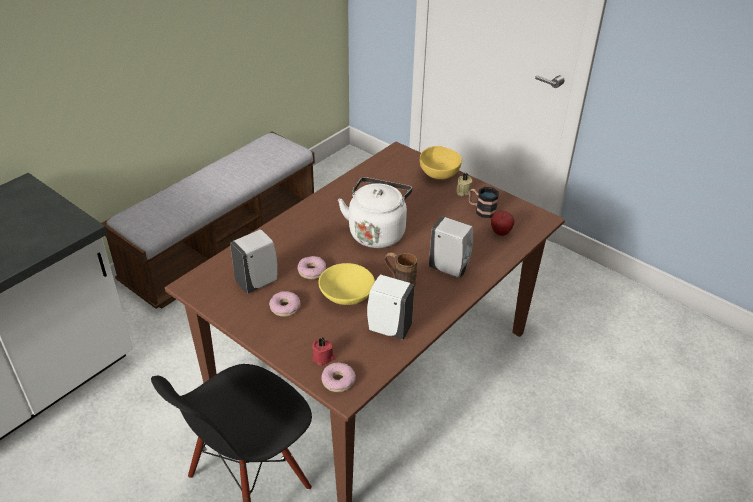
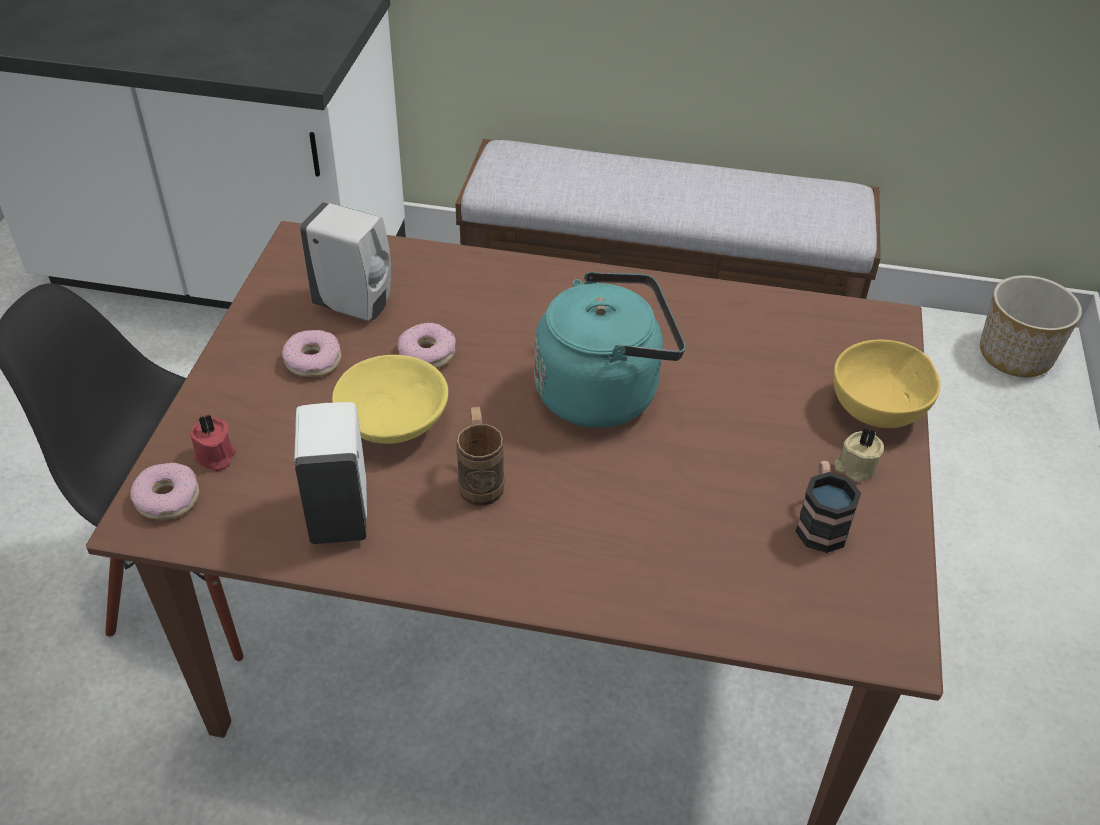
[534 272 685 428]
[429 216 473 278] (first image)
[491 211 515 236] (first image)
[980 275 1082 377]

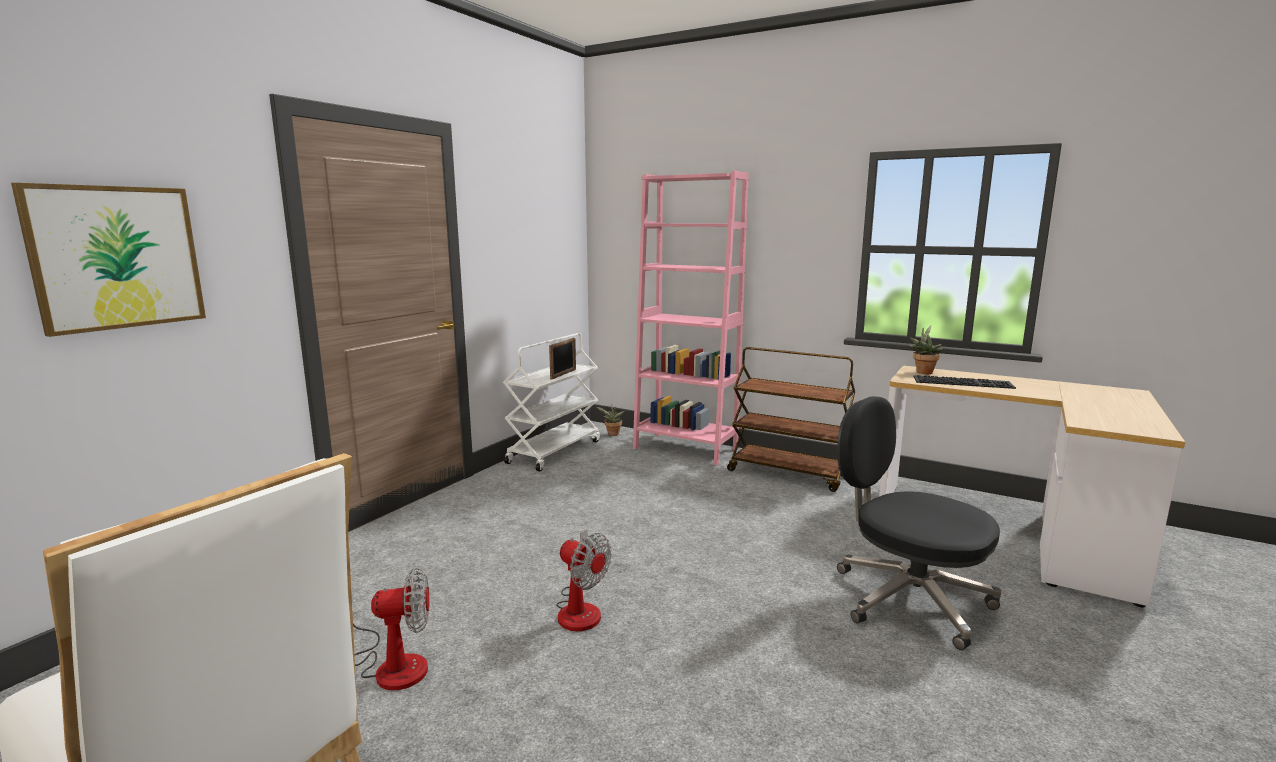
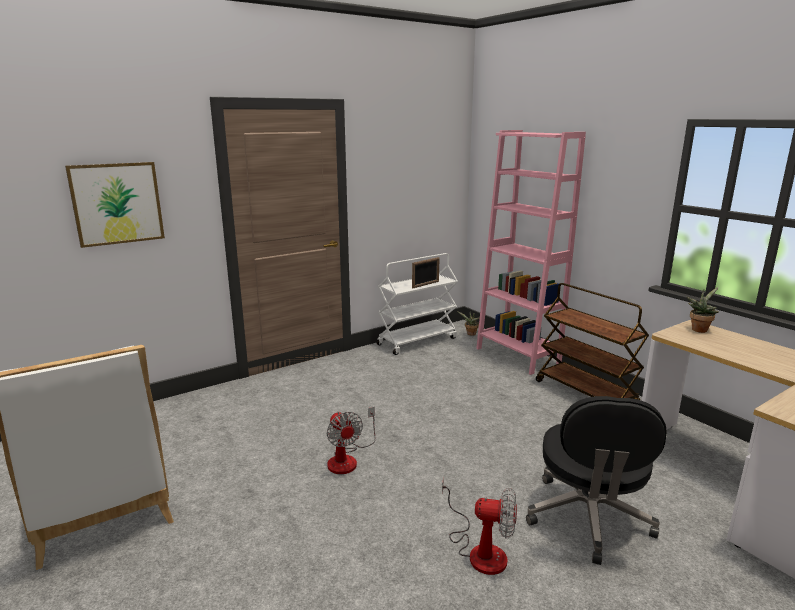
[442 478 517 575]
[526 396 667 565]
[913 375 1016 389] (first image)

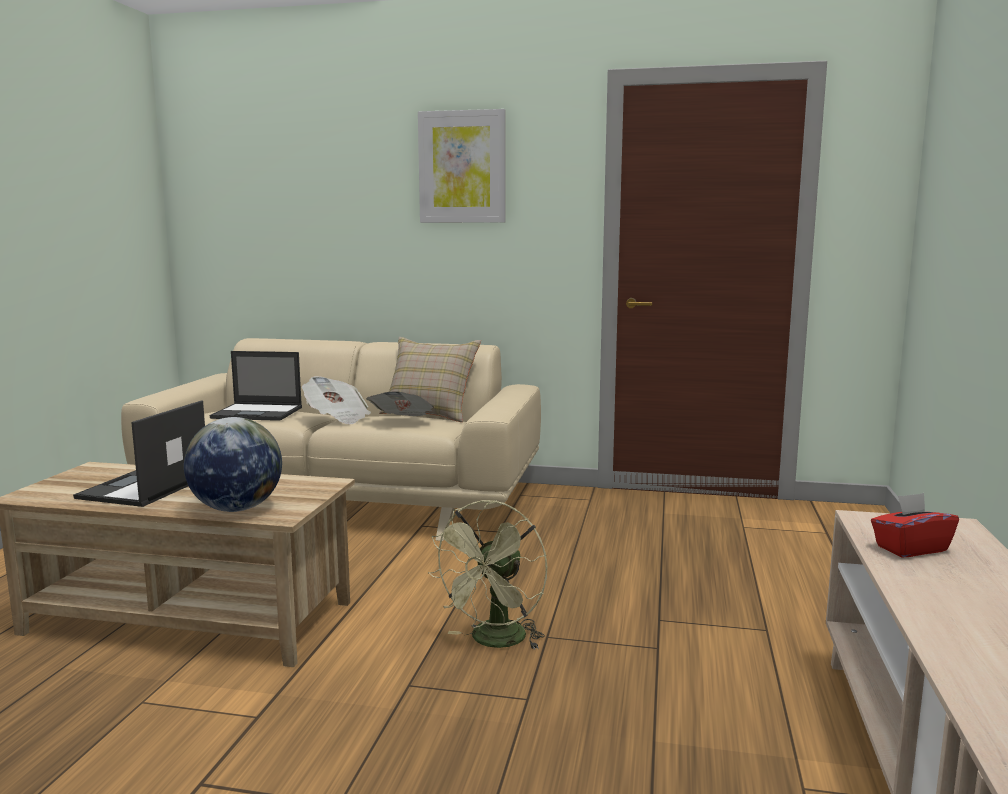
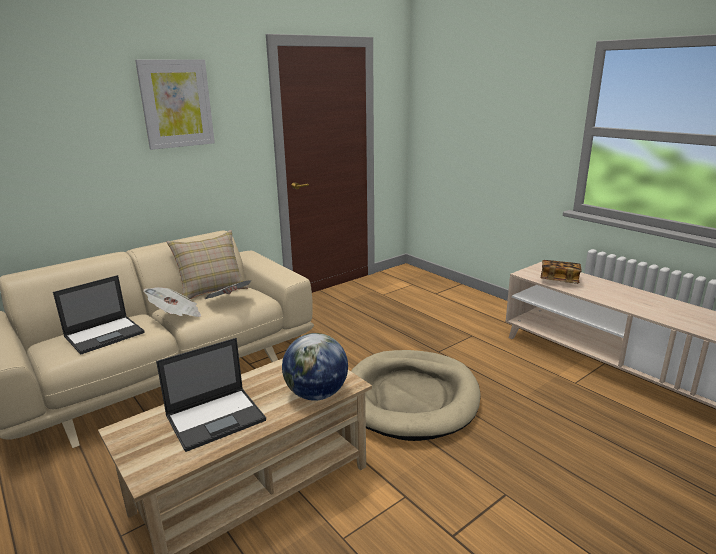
[156 338 266 452]
[351 350 481 441]
[541 260 582 284]

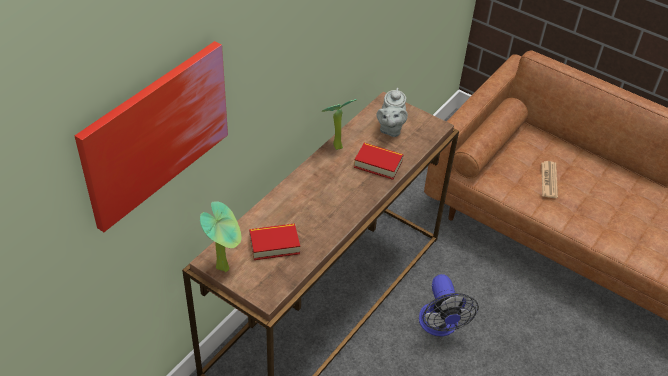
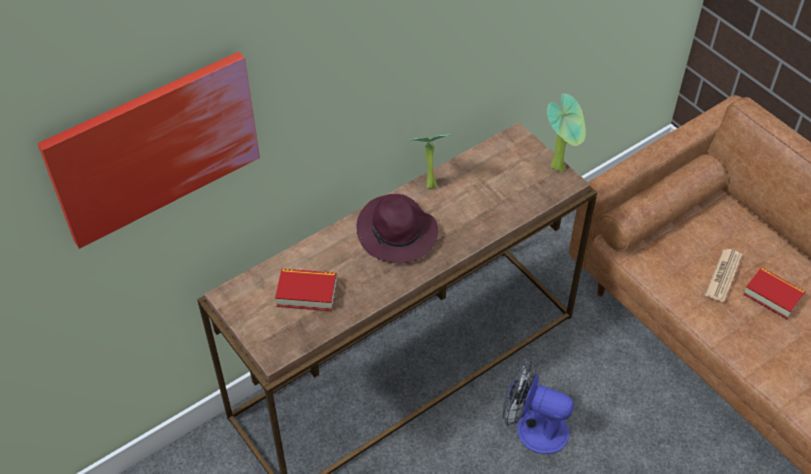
[547 93 586 173]
[743 267 805 319]
[377 88 408 137] (first image)
[503 358 574 454]
[356 194 438 263]

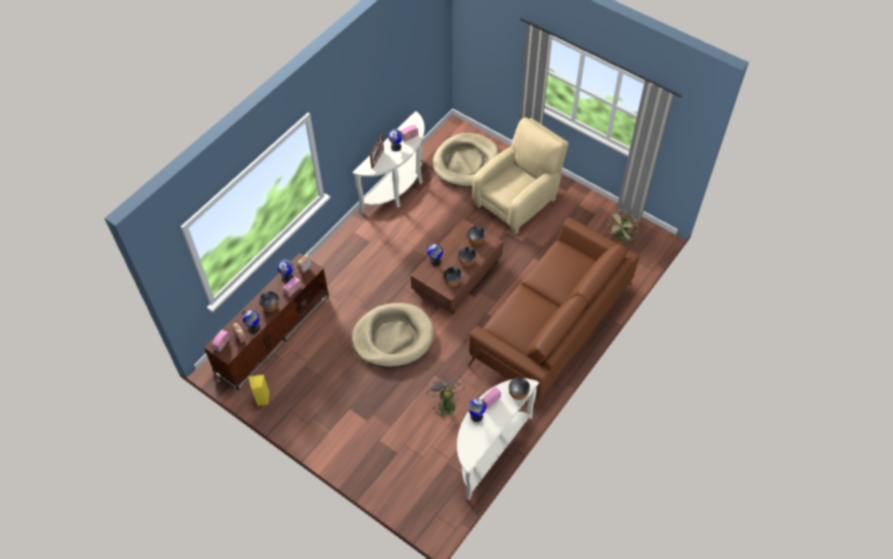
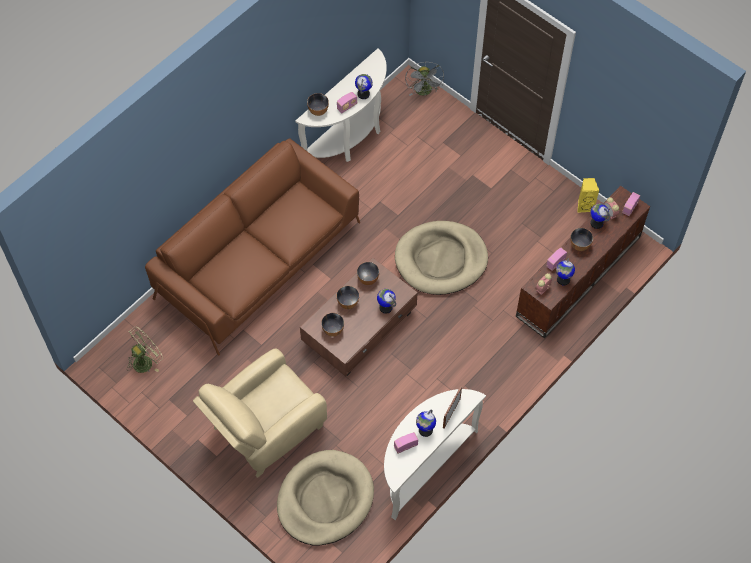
[405 62 444 96]

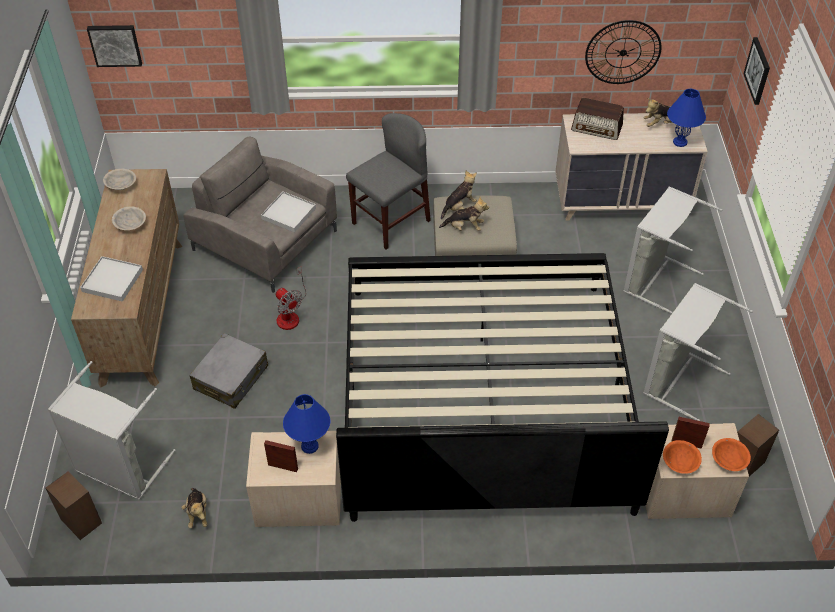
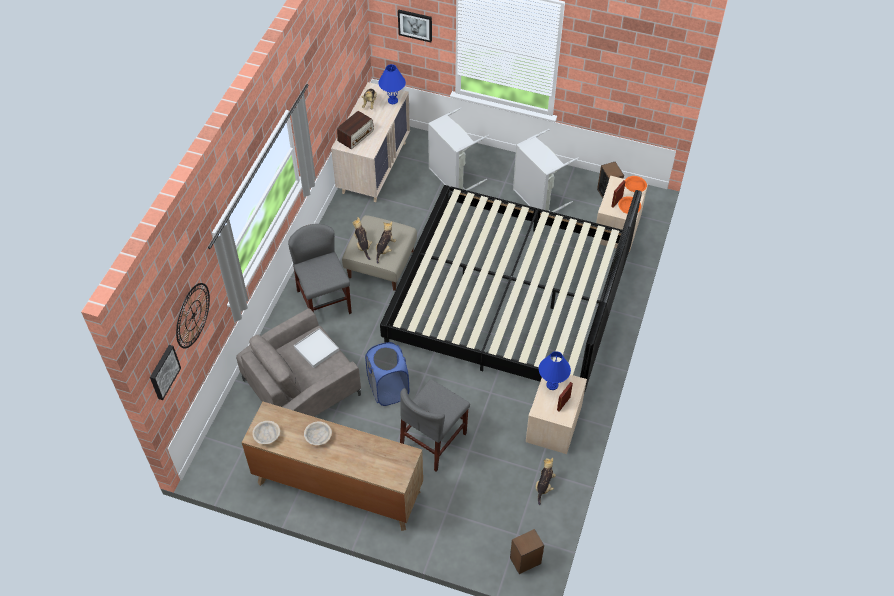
[48 361 176 500] (first image)
[80 256 143 302] (first image)
[535 458 556 505]
[400 379 470 472]
[365 342 409 406]
[176 283 210 349]

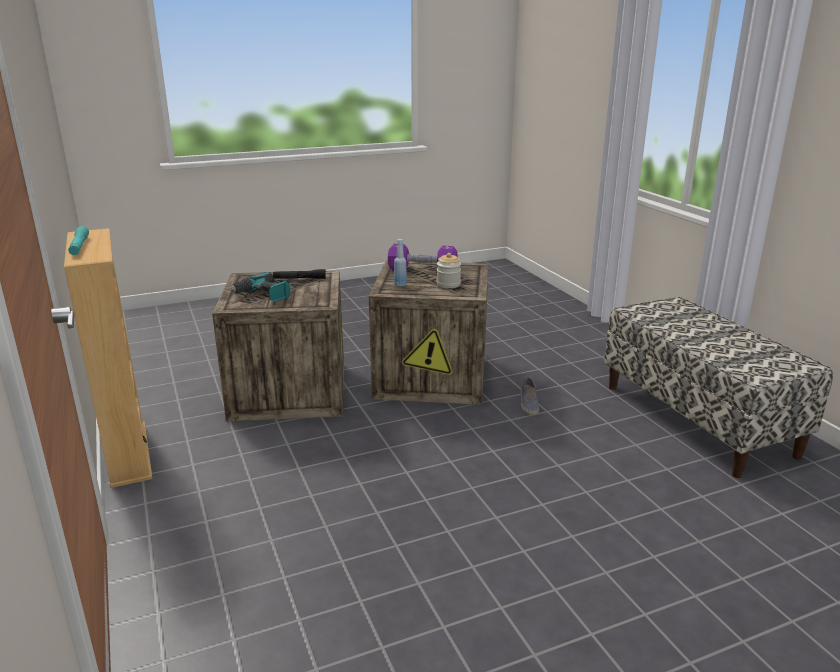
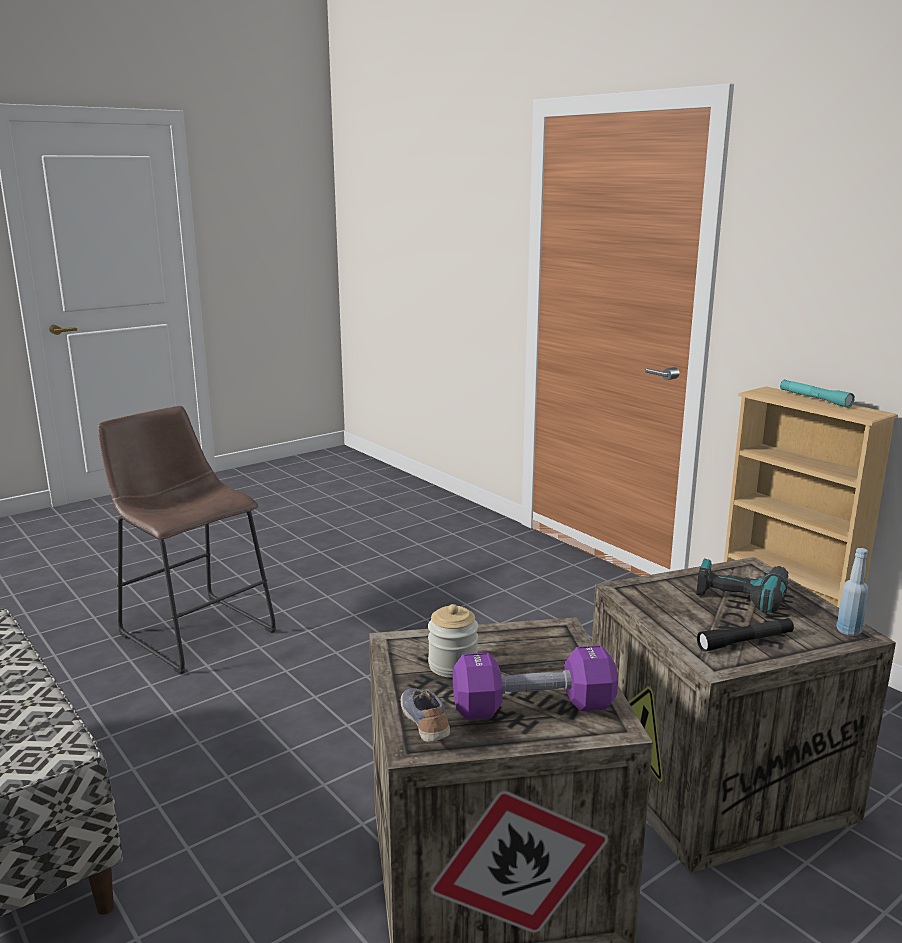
[837 548 868 636]
[401 688 450 742]
[98 406 276 675]

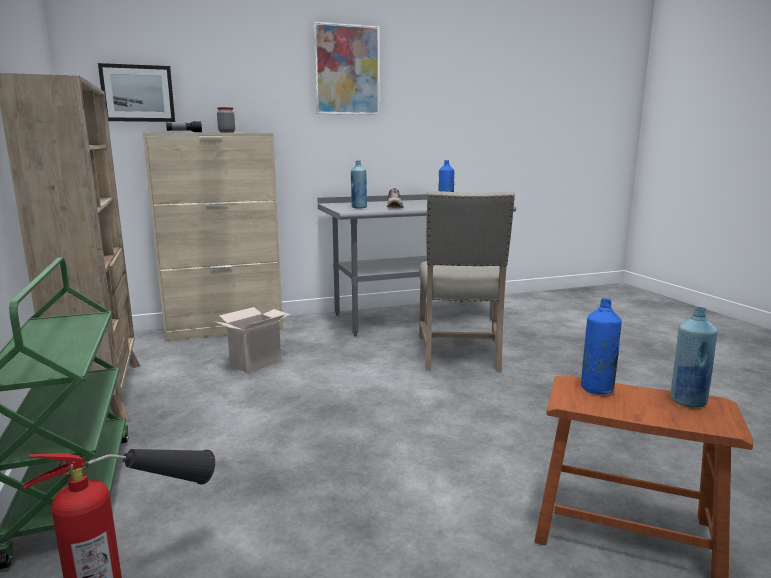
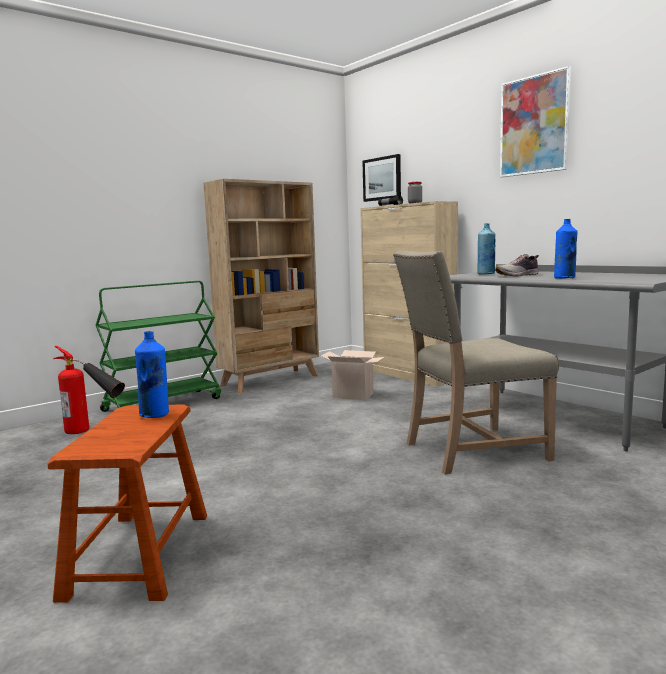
[671 307 718 408] (first image)

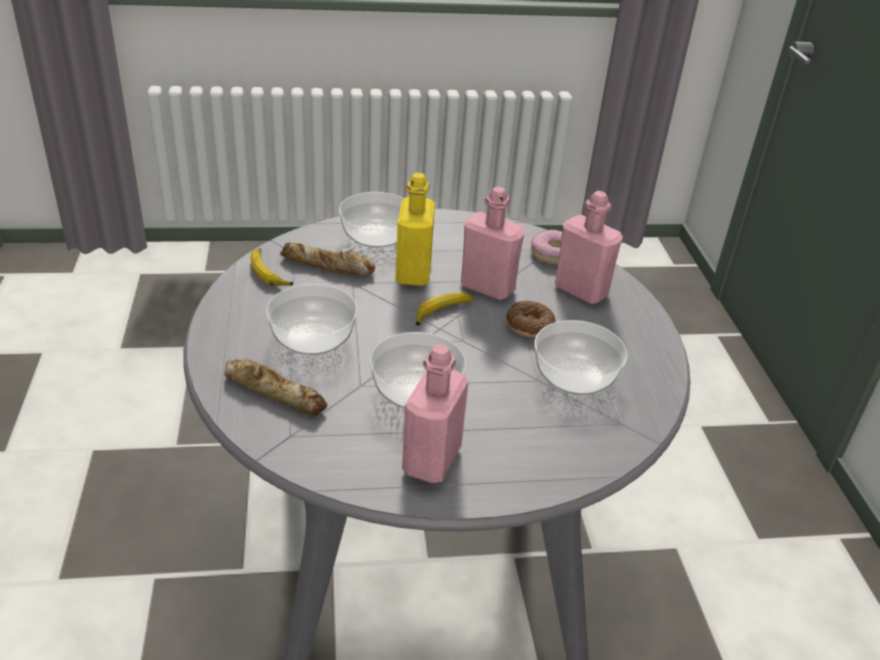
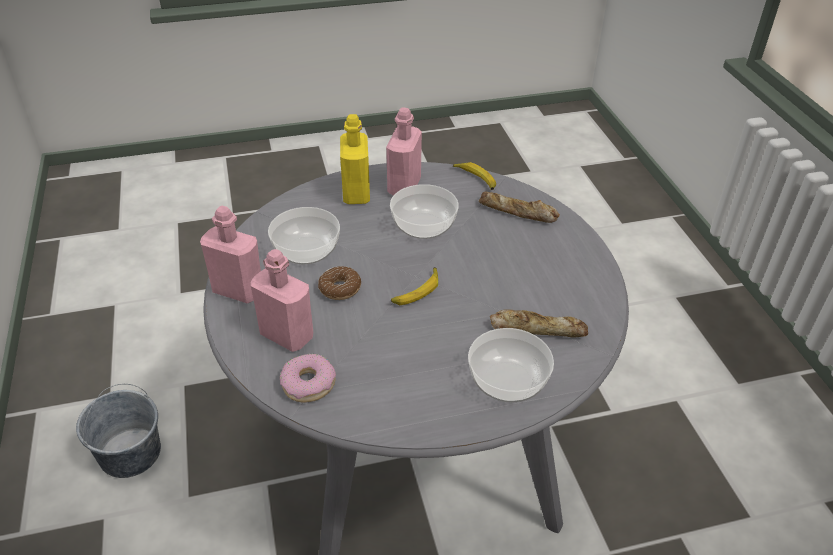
[453 162 496 190]
[266 284 358 355] (first image)
[340 114 370 204]
[200 206 261 303]
[76 384 161 478]

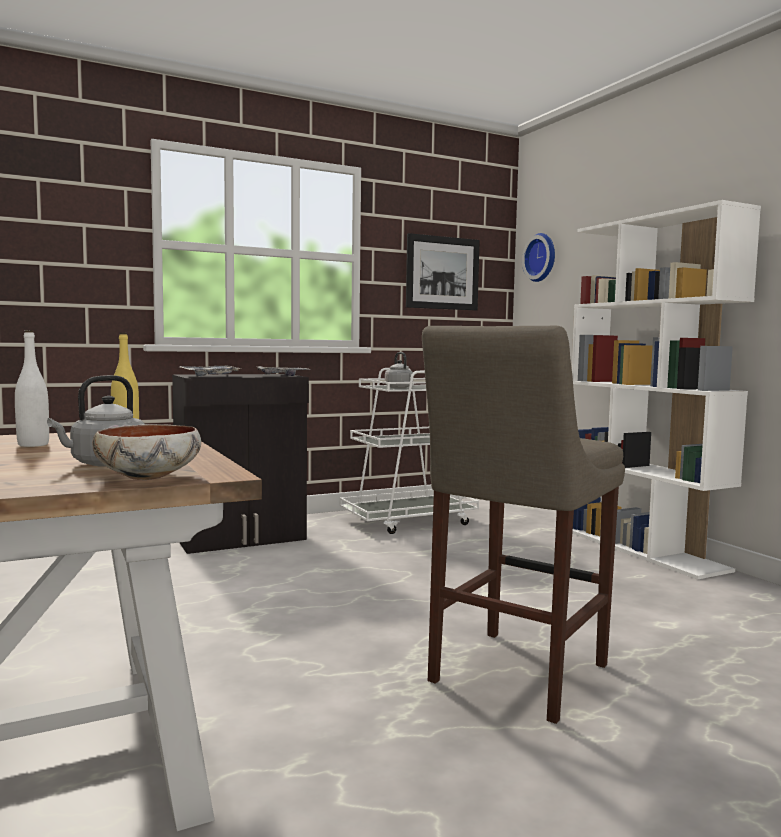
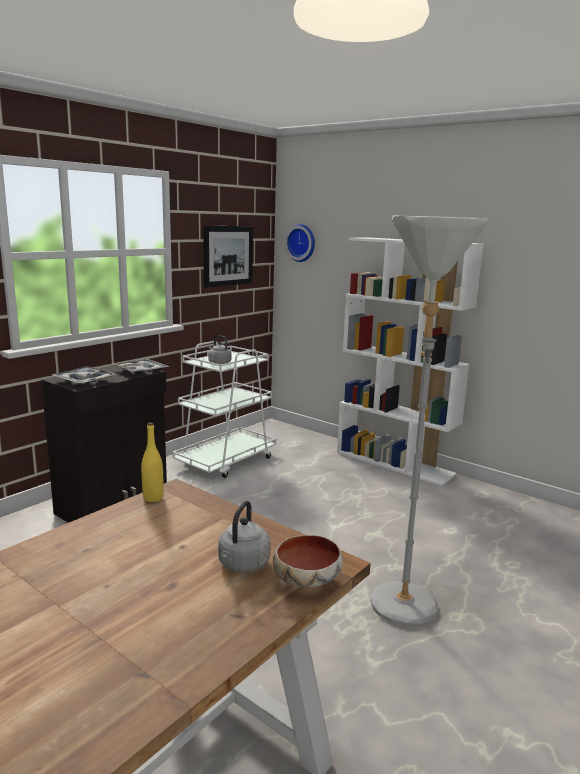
[15 330 49 447] (first image)
[370 216 489 626]

